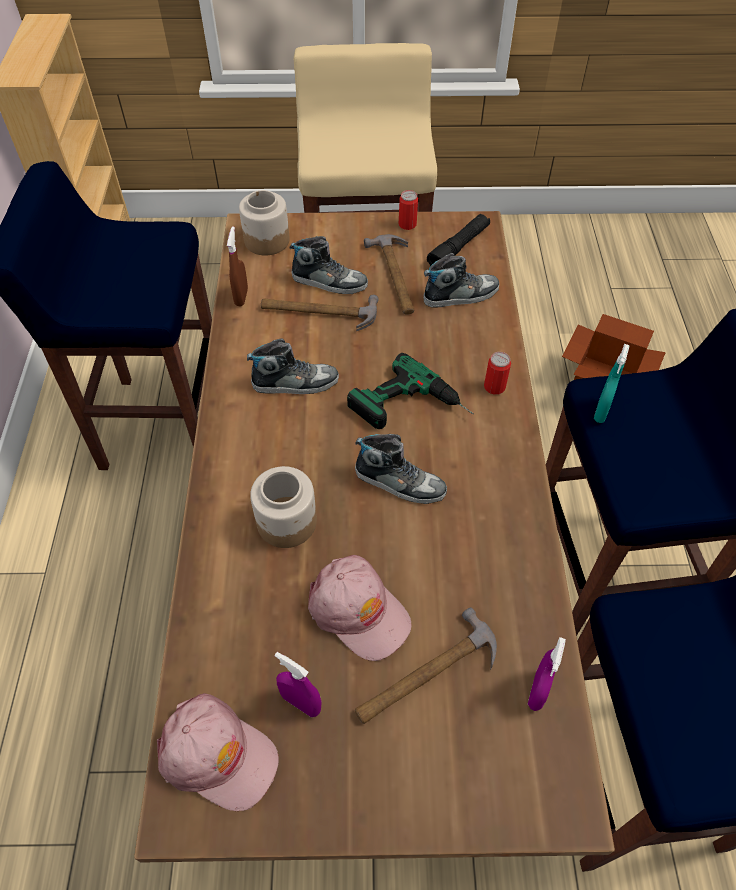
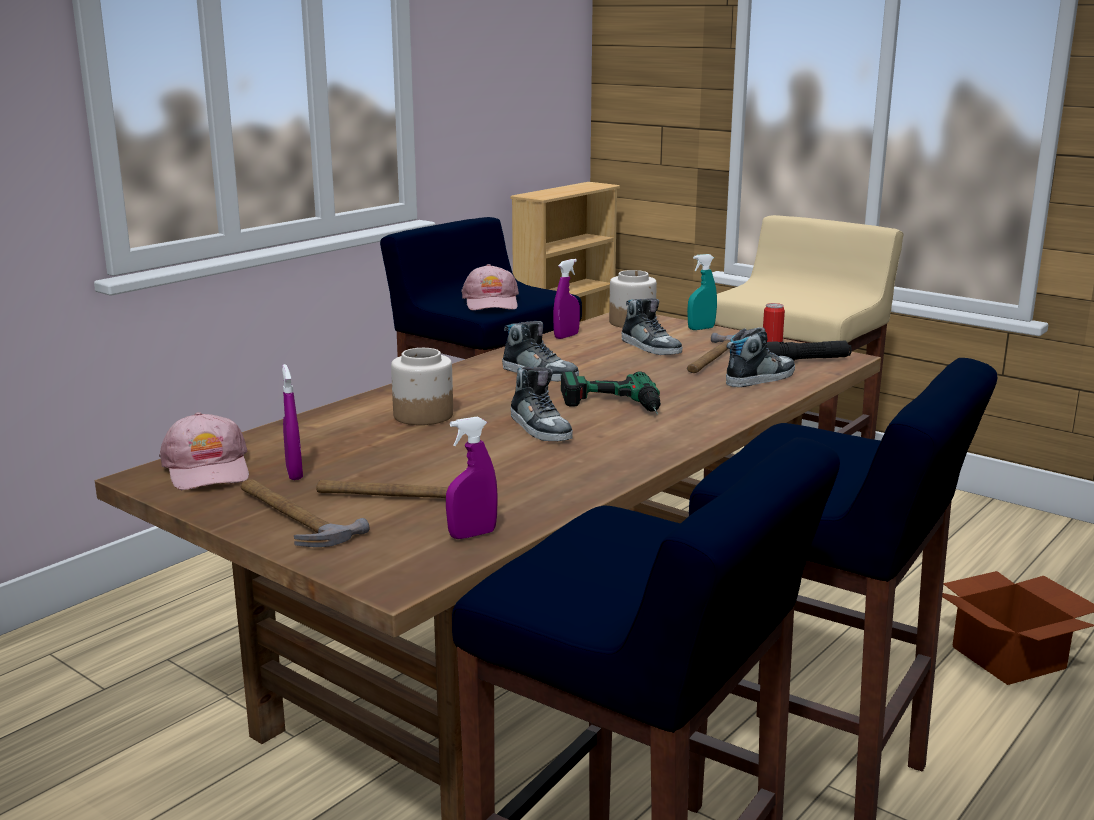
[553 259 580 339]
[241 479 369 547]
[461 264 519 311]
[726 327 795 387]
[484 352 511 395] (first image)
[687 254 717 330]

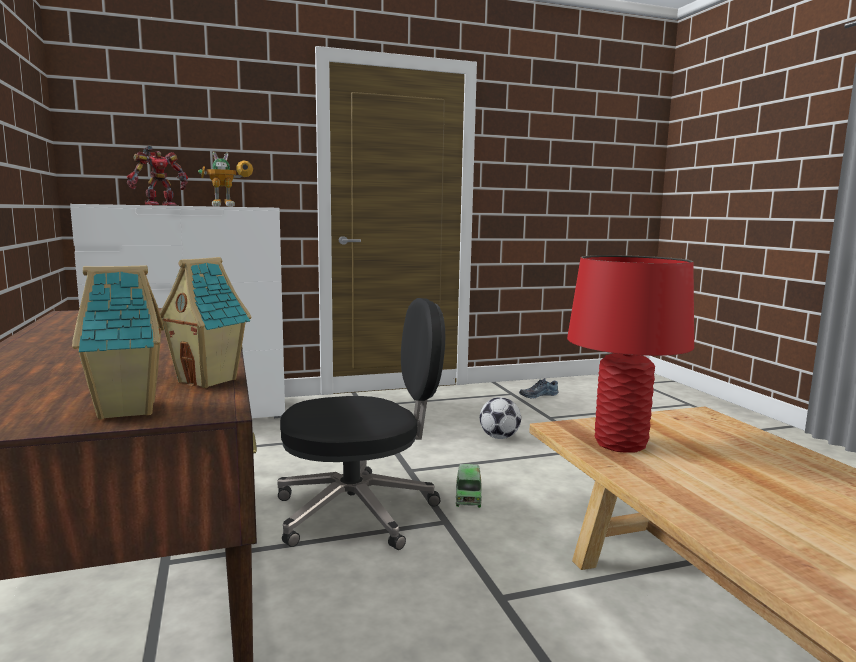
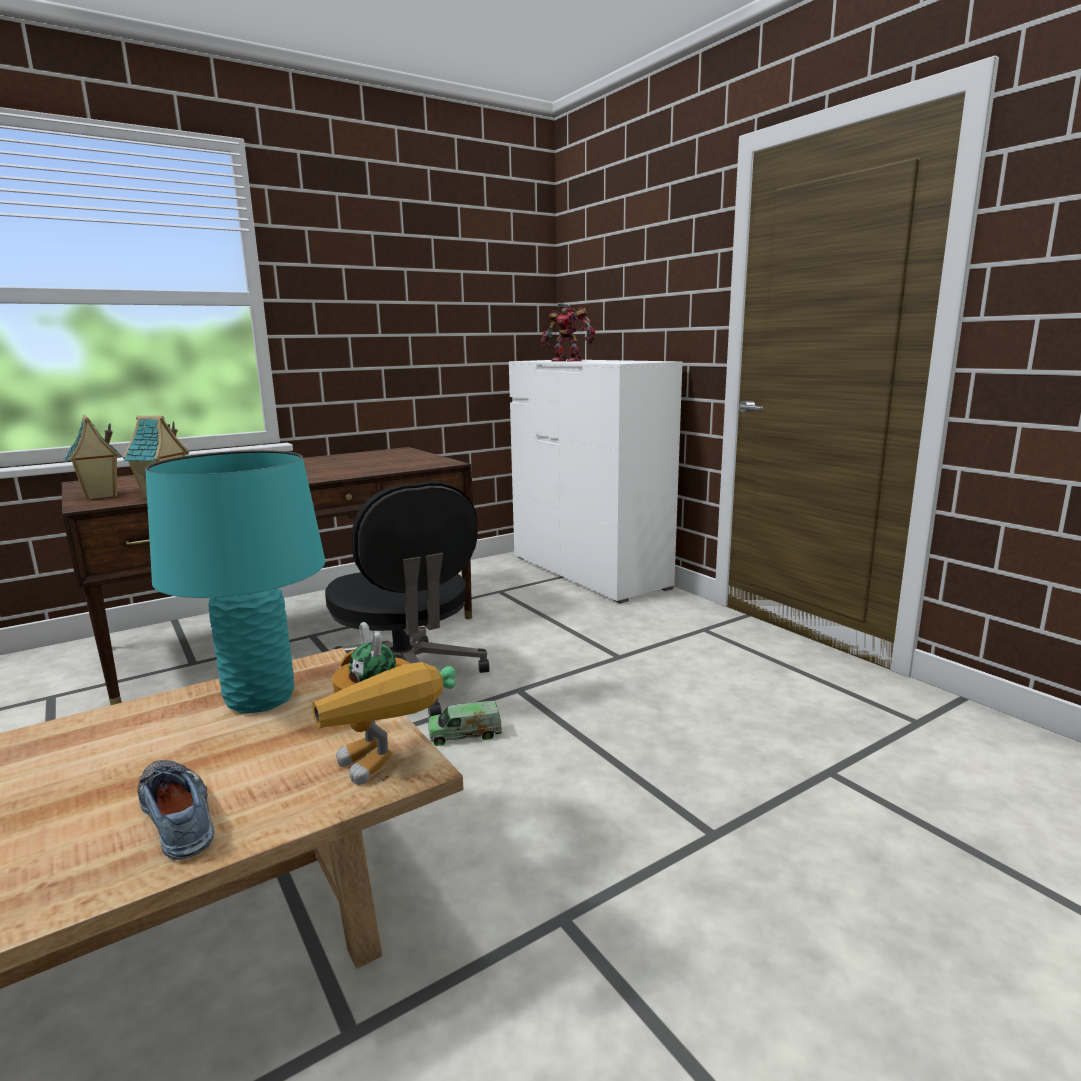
[312 622 456 785]
[480 397 521 439] (first image)
[137 760 214 860]
[145 450 325 713]

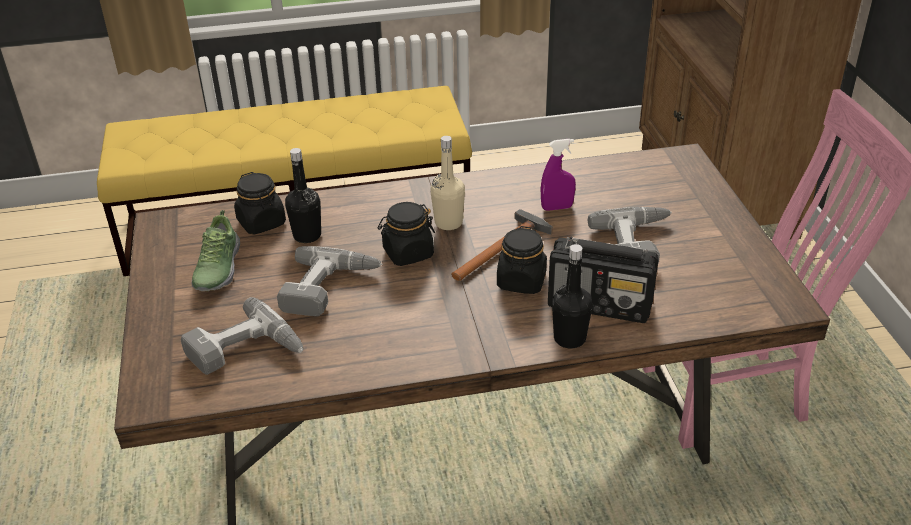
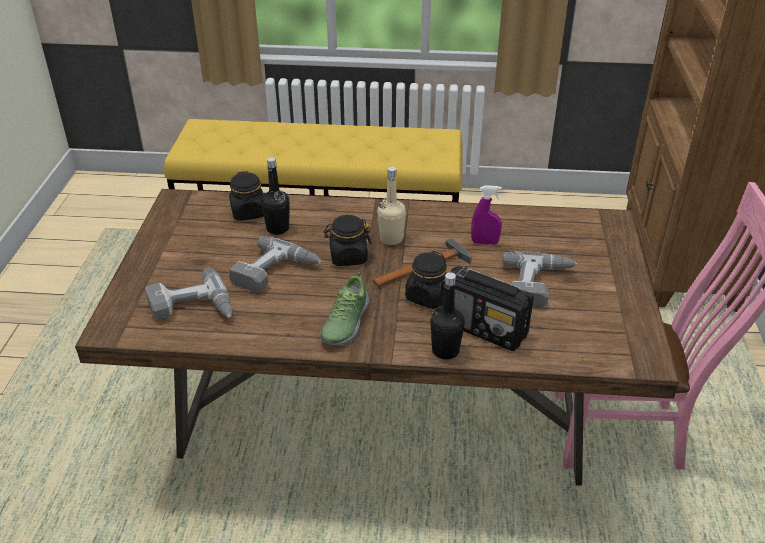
[320 272 370 345]

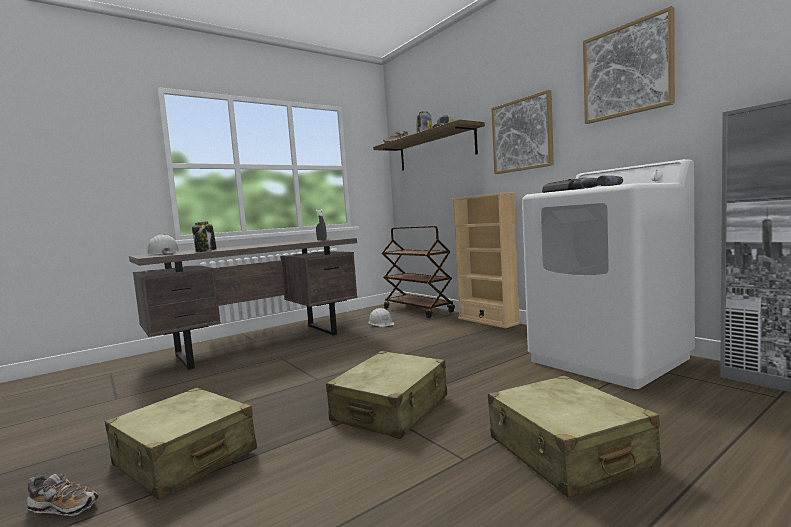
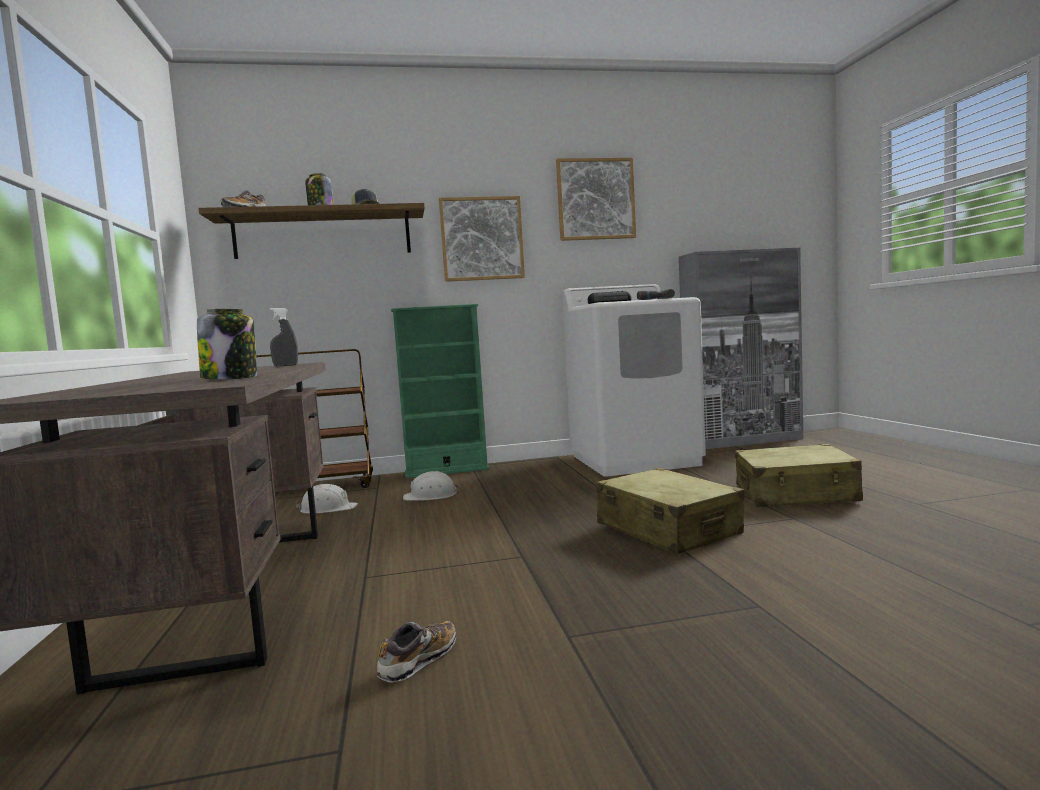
[377 621 456 682]
[105 388 257 500] (first image)
[403 471 460 501]
[391 304 489 478]

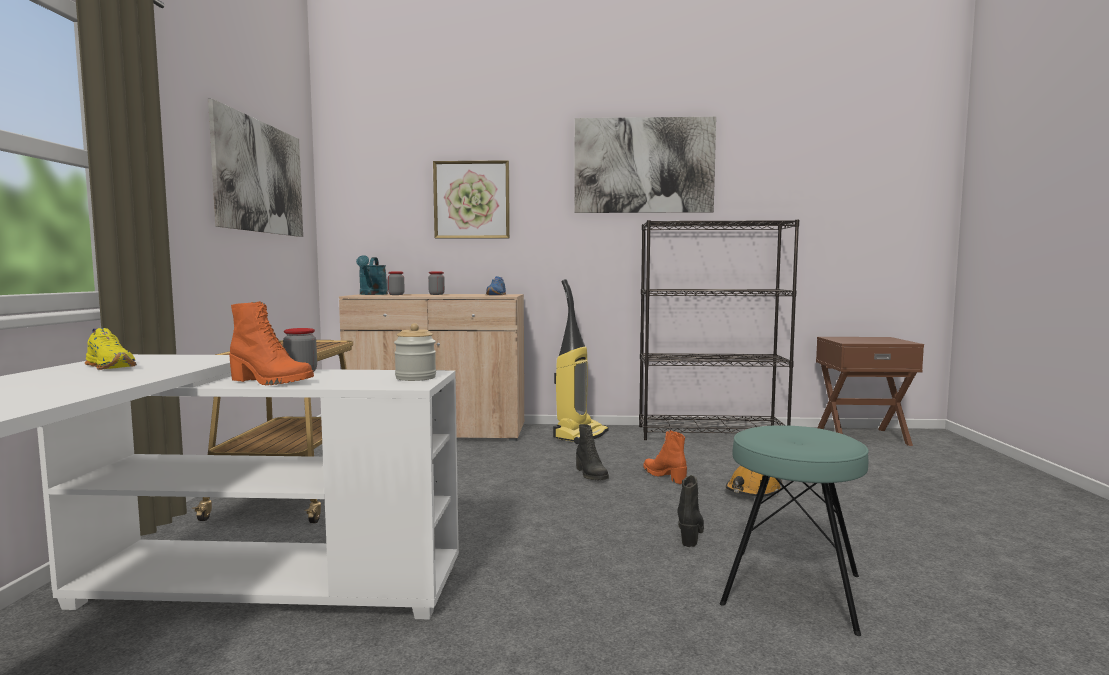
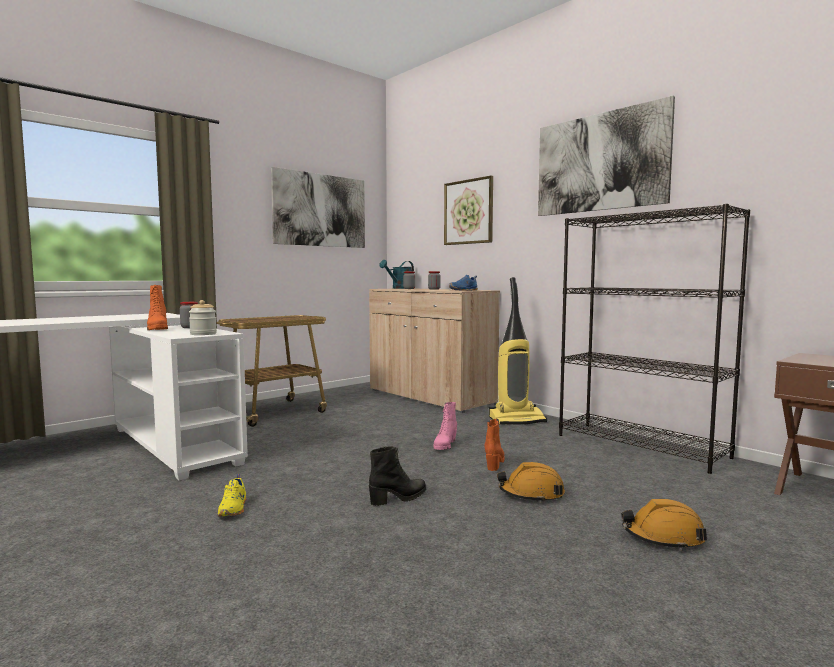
[218 474 246 516]
[434 402 457 450]
[720 425 869 636] (first image)
[621 499 707 550]

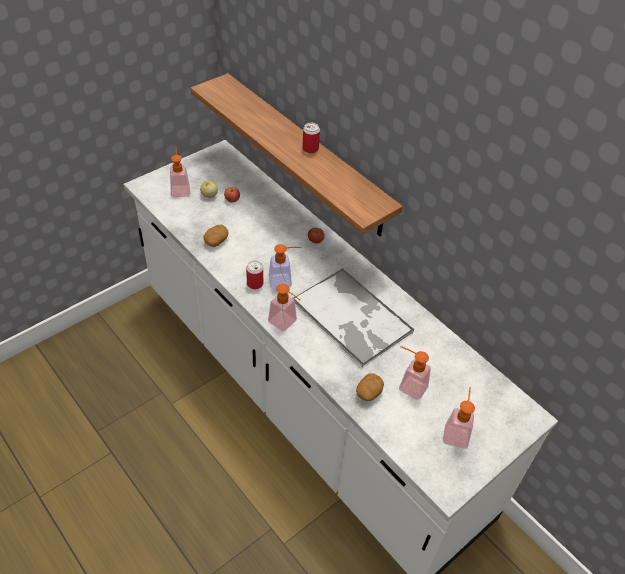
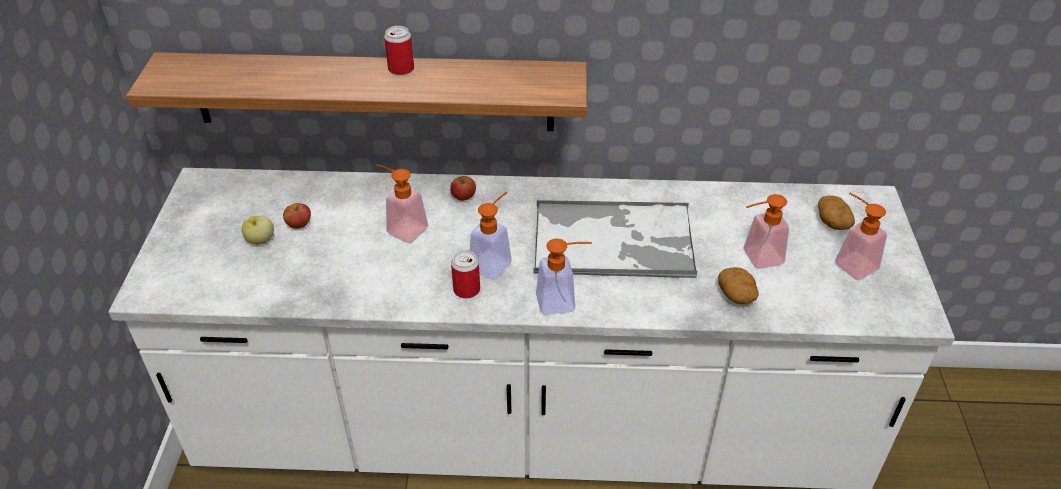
[376 164 428 243]
[818 195 855 230]

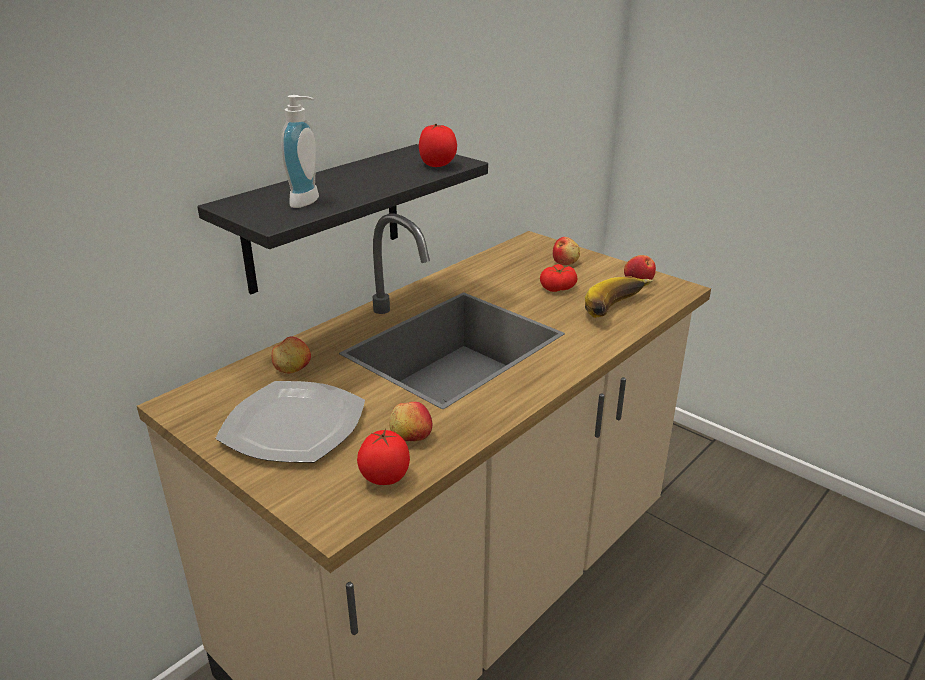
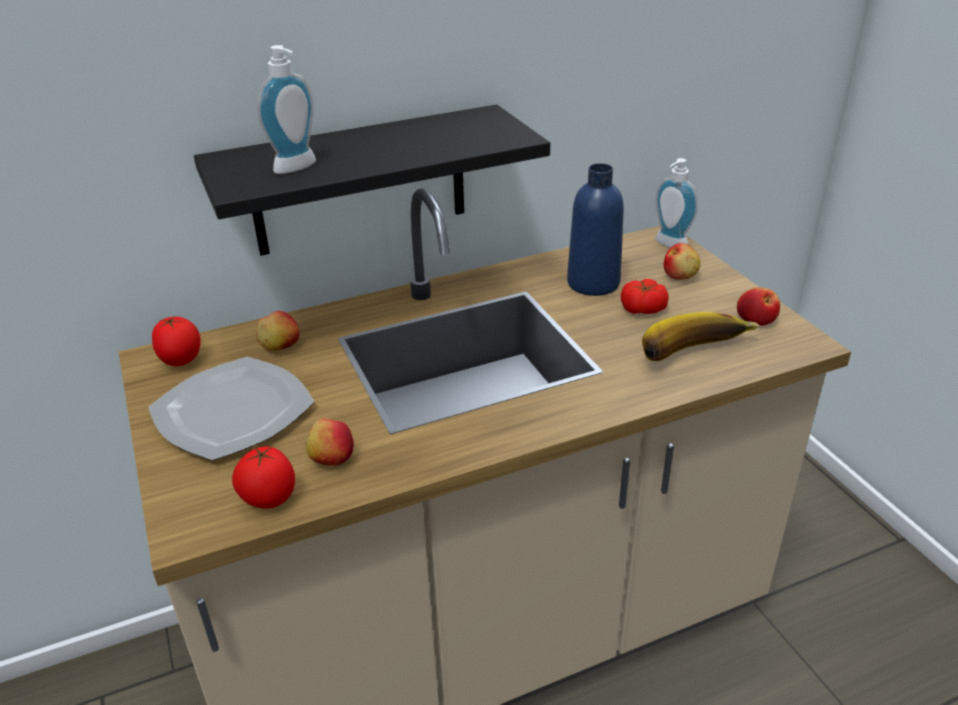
[152 315 201 366]
[567 163 624 296]
[655 158 698 248]

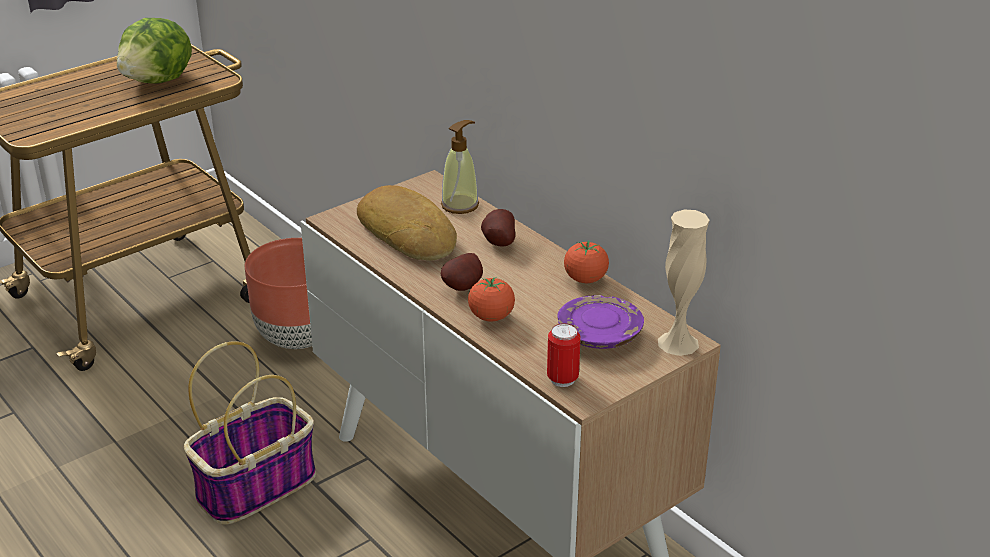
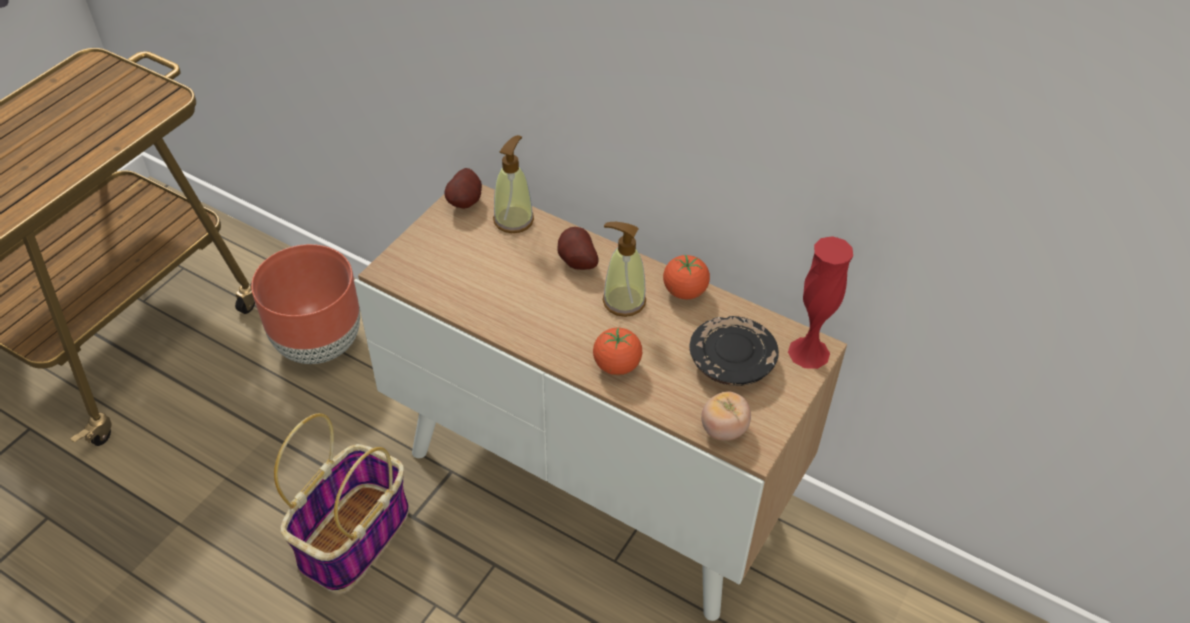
[117 18 192 84] (first image)
[357 185 457 261] (first image)
[444 168 482 209]
[701 391 751 441]
[689 316 779 386]
[788 236 853 369]
[603 222 646 317]

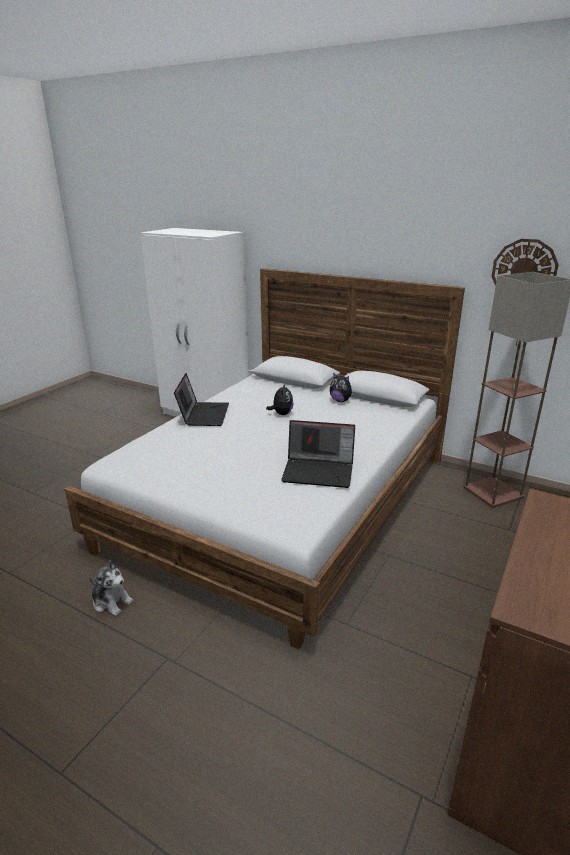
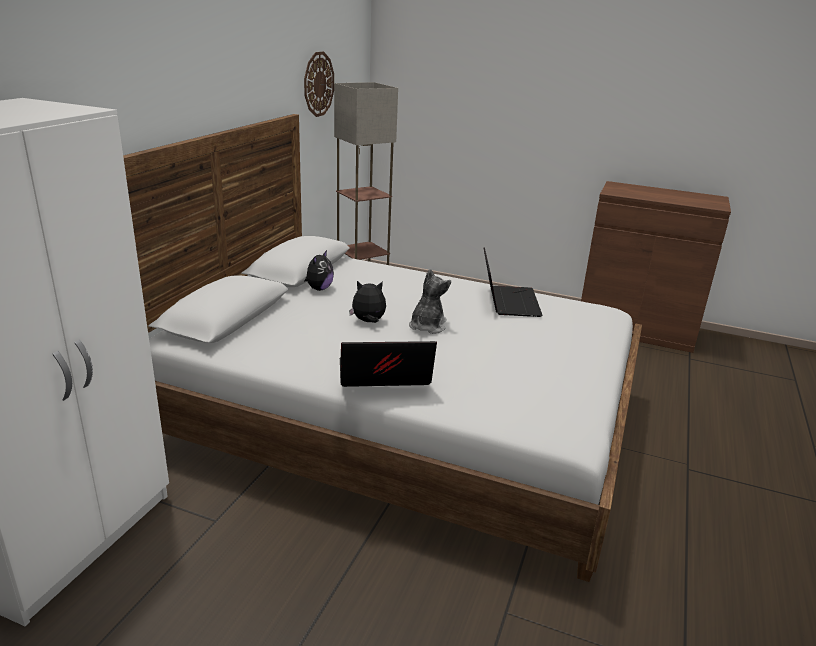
[409 269 451 334]

